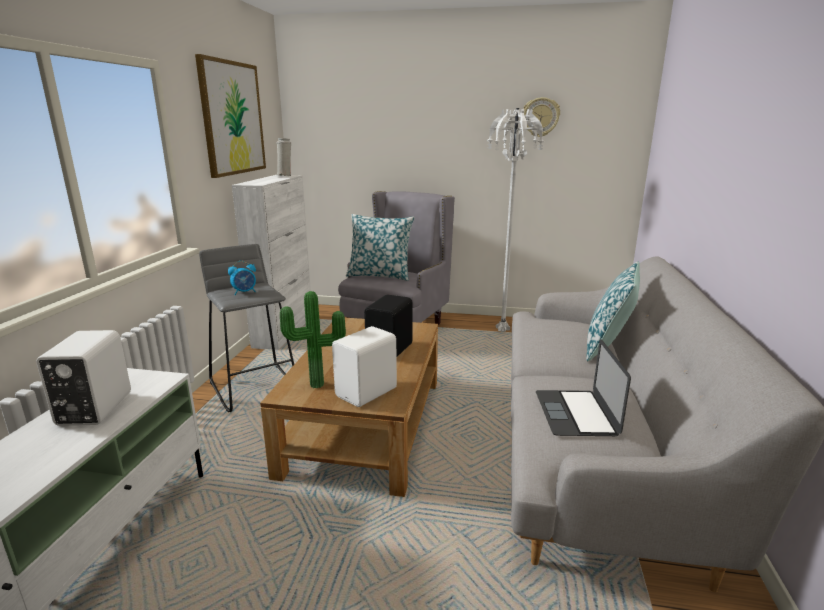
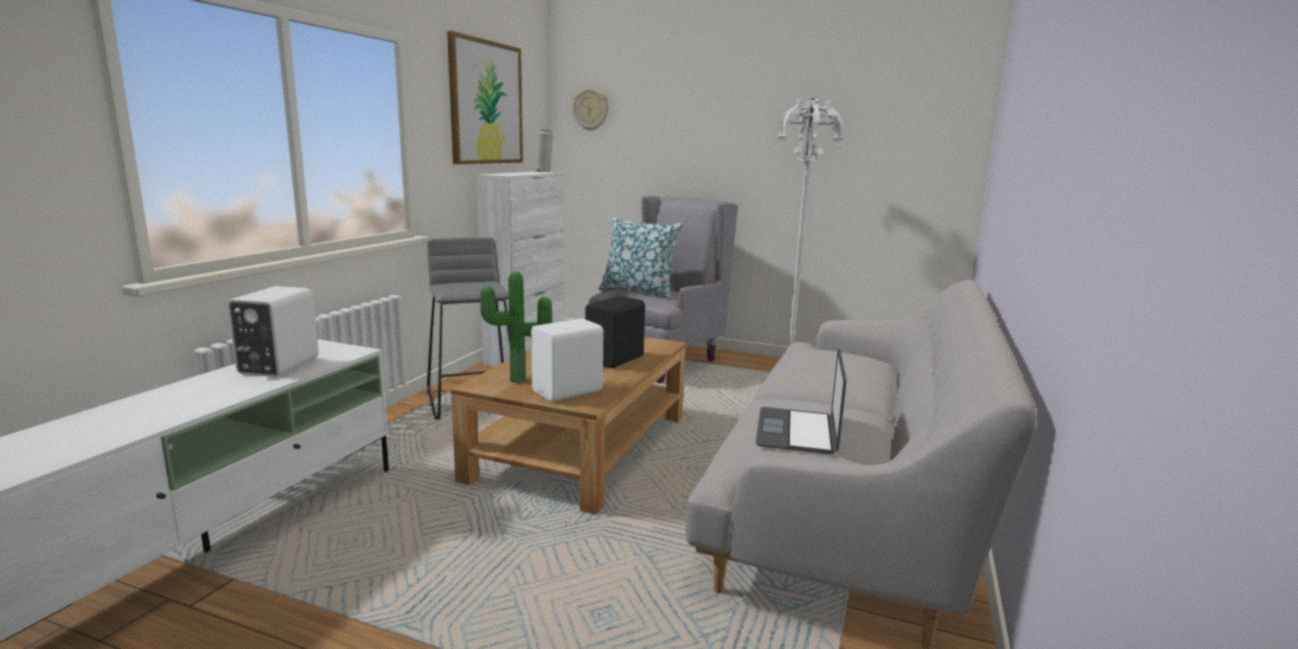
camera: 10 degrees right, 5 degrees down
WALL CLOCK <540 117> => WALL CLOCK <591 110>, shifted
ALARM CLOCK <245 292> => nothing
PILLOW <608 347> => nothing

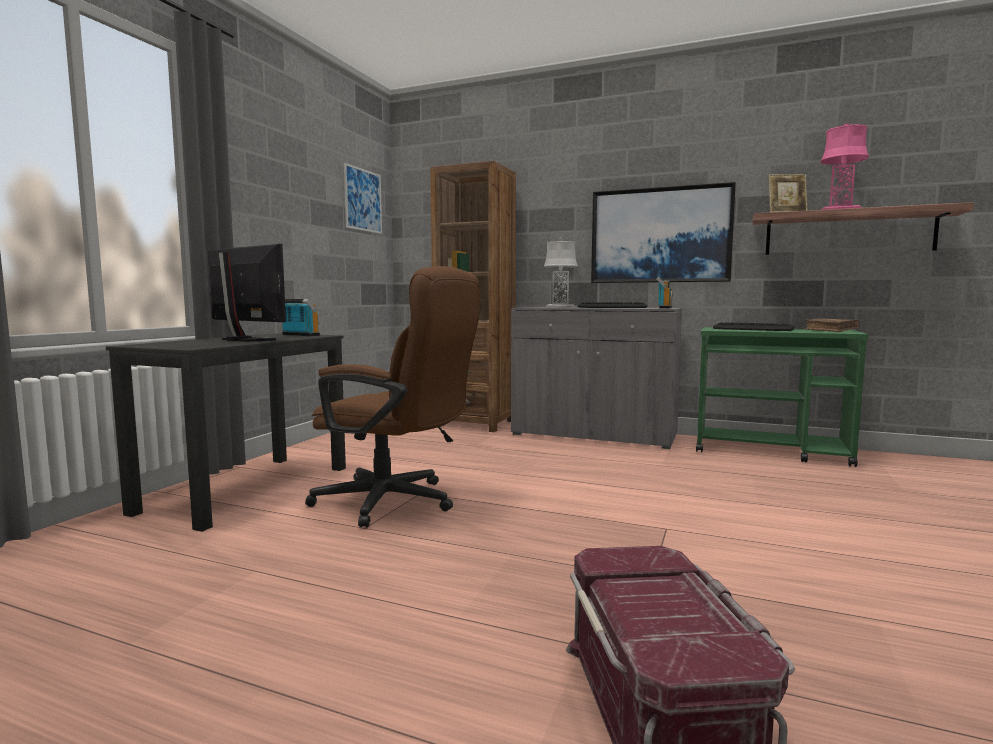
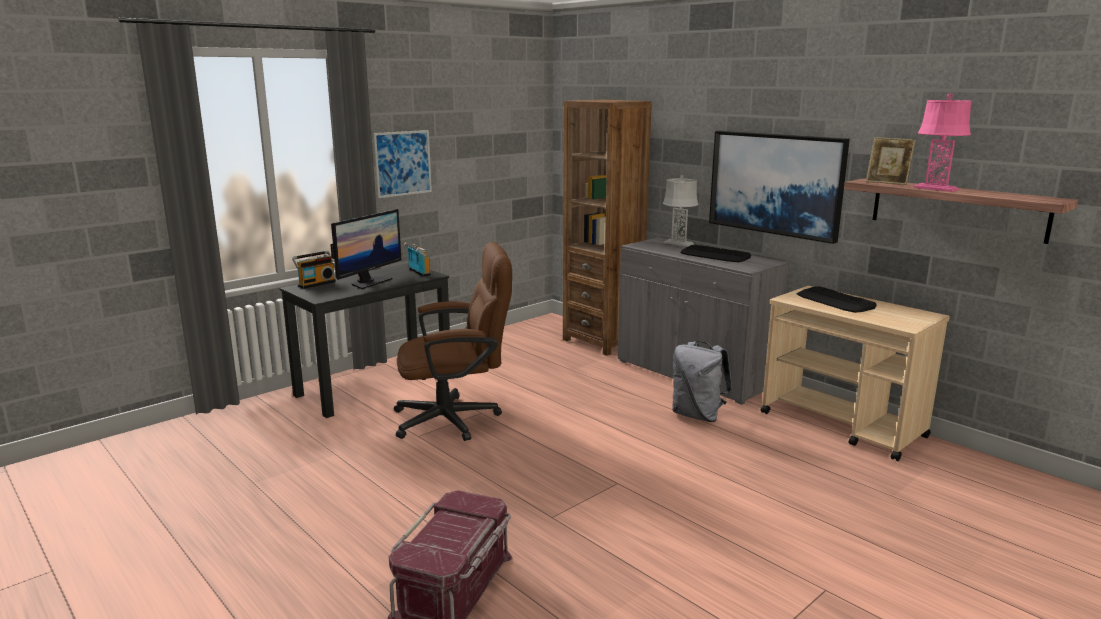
camera: 25 degrees right, 10 degrees up
PICTURE <363 200> => PICTURE <403 163>, shifted
MONITOR <244 340> => MONITOR <369 282>, 60 degrees clockwise
BROWN OFFICE CHAIR <397 503> => BROWN OFFICE CHAIR <456 419>, 60 degrees counterclockwise
RADIO <663 308> => RADIO <316 283>, shifted
BROWN BOOK <830 331> => nothing
GREEN CART <771 451> => BEIGE CART <843 425>
nothing => GREY BACKPACK <698 415>

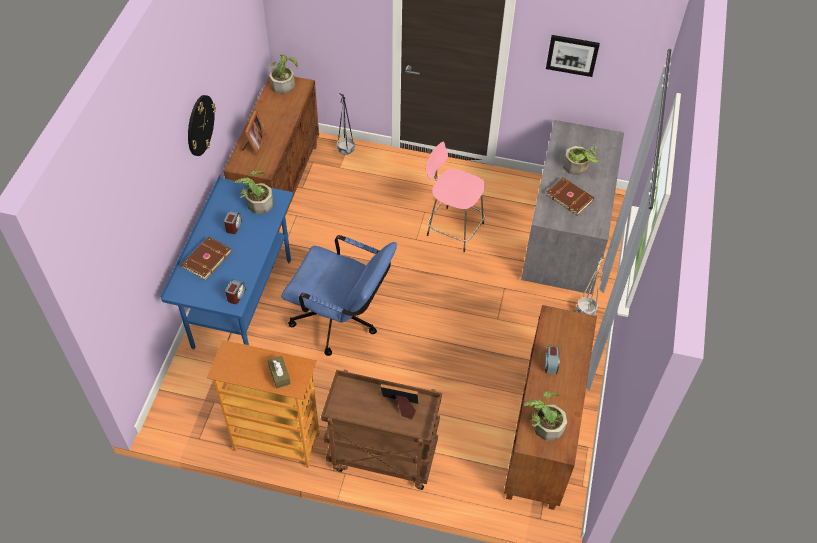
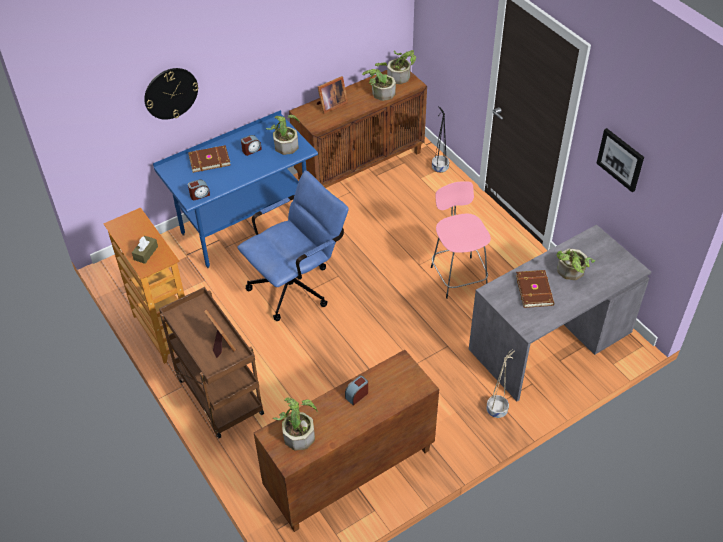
camera: 45 degrees right, 5 degrees down
WALL CLOCK <200 125> => WALL CLOCK <171 93>, shifted
BLUE OFFICE CHAIR <342 321> => BLUE OFFICE CHAIR <297 285>, 105 degrees counterclockwise
nothing => POTTED PLANT <380 92>

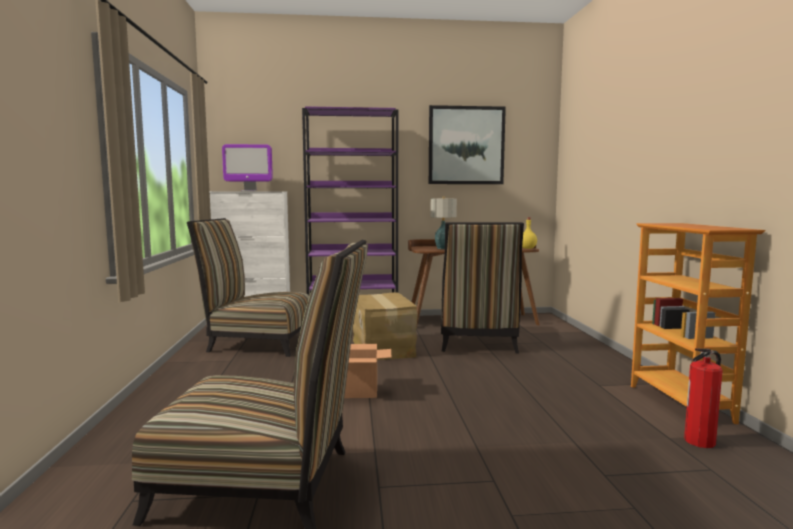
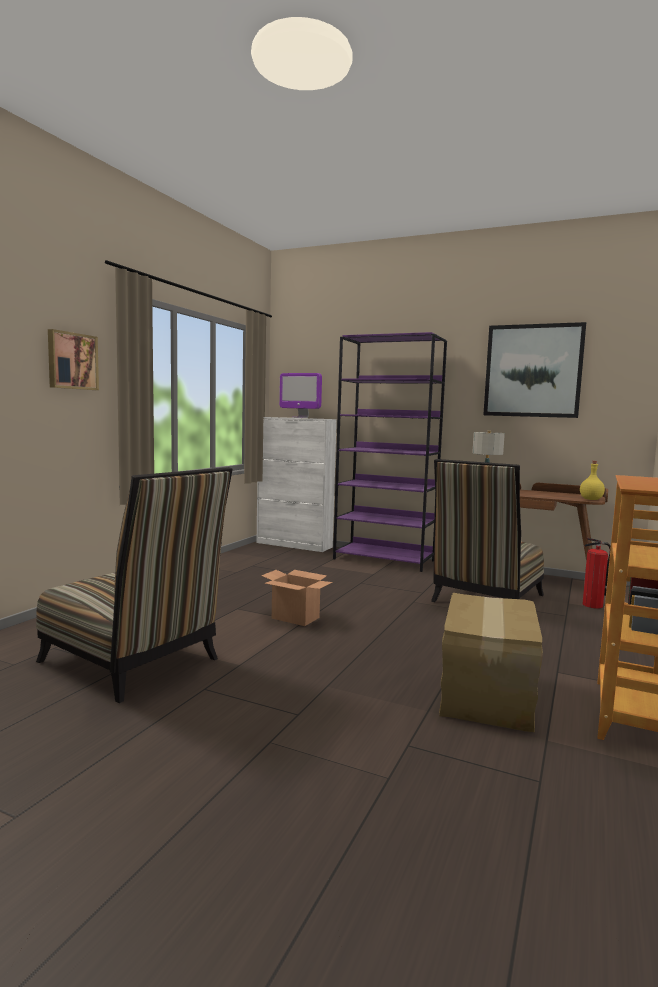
camera: 30 degrees right, 0 degrees up
CHAIR <256 343> => nothing
CARDBOARD BOX <383 348> => CARDBOARD BOX <488 694>, shifted
FIRE EXTINGUISHER <700 441> => FIRE EXTINGUISHER <593 605>, shifted
nothing => PICTURE <72 361>

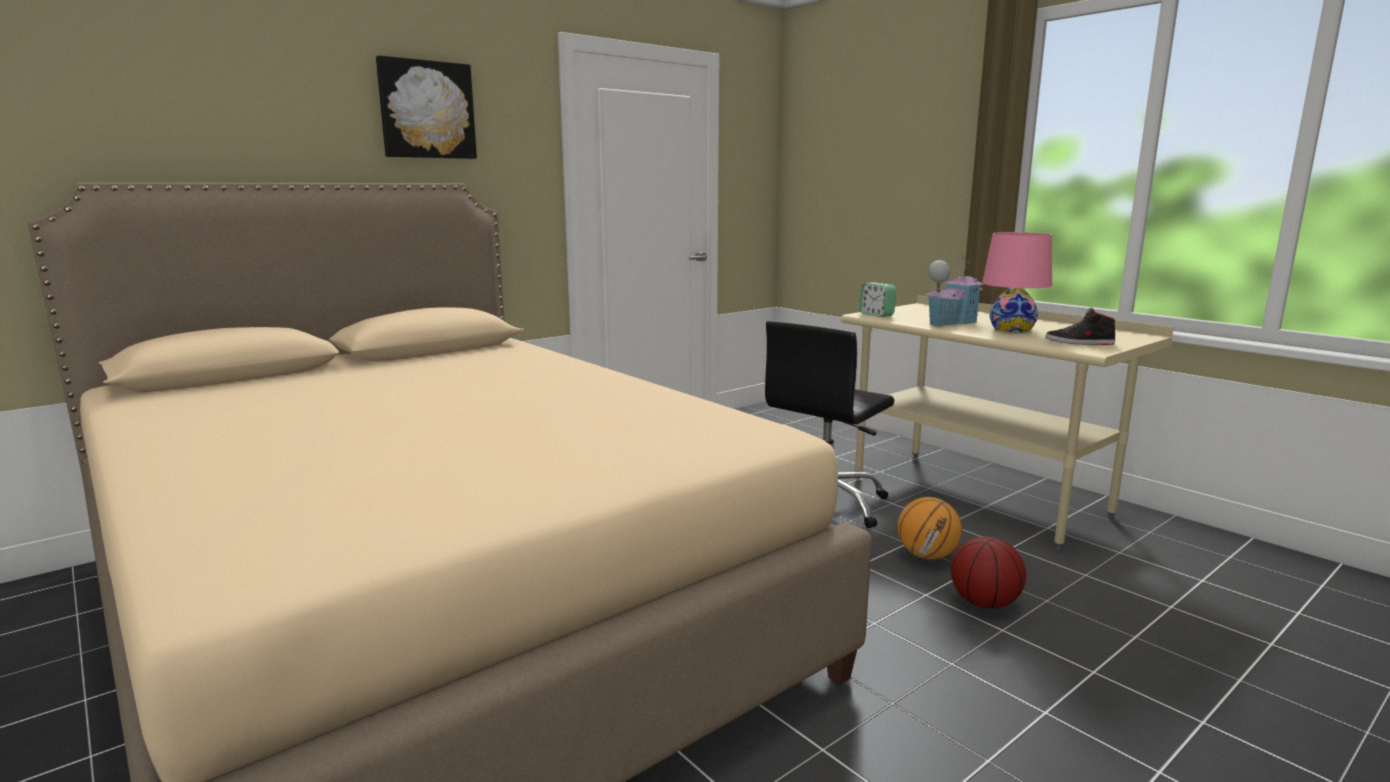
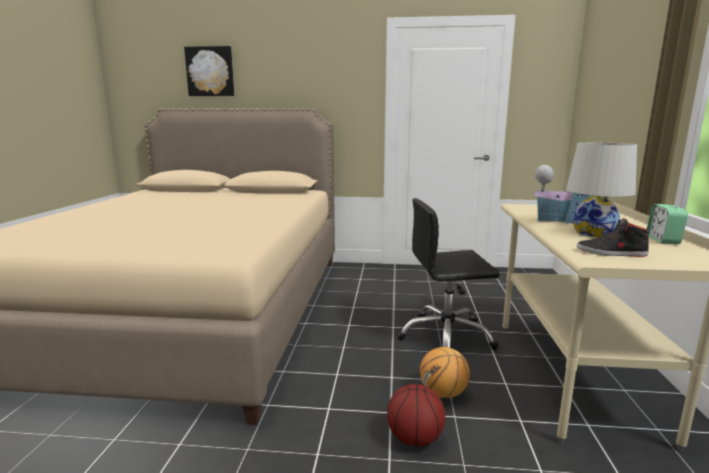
camera: 45 degrees right, 0 degrees up
PICTURE <426 110> => PICTURE <210 71>, shifted
PINK TABLE LAMP <1011 329> => WHITE TABLE LAMP <593 233>
ALARM CLOCK <876 314> => ALARM CLOCK <663 240>, shifted
BLACK SHOE <1079 342> => BLACK SHOE <611 253>, 45 degrees counterclockwise

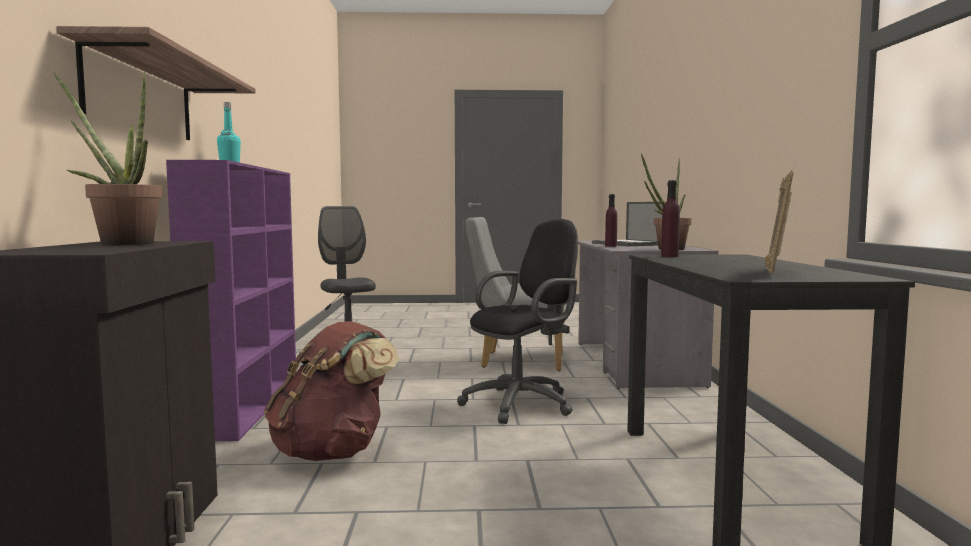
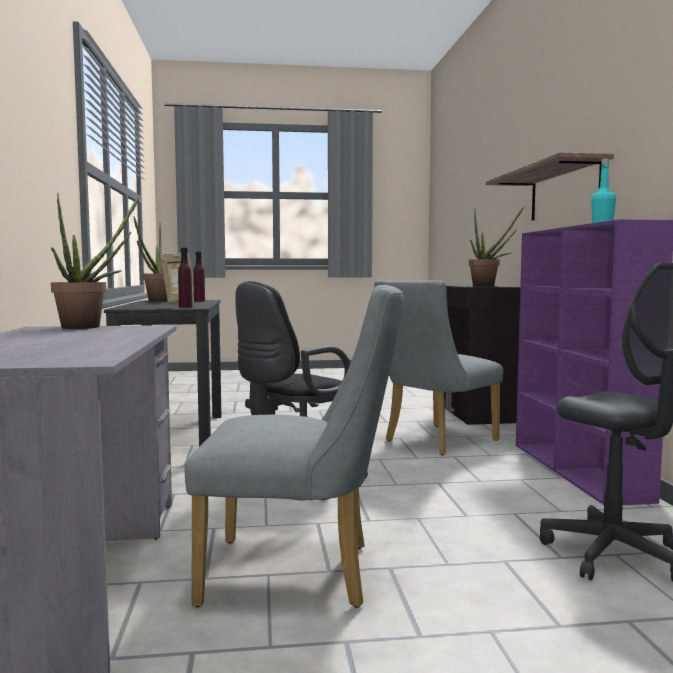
camera: 175 degrees right, 0 degrees up
PURPLE BOTTLE <610 246> => PURPLE BOTTLE <199 301>, shifted
LAPTOP <628 244> => nothing
BROWN BACKPACK <333 452> => GREY CHAIR <435 441>
nothing => POTTED PLANT <156 301>

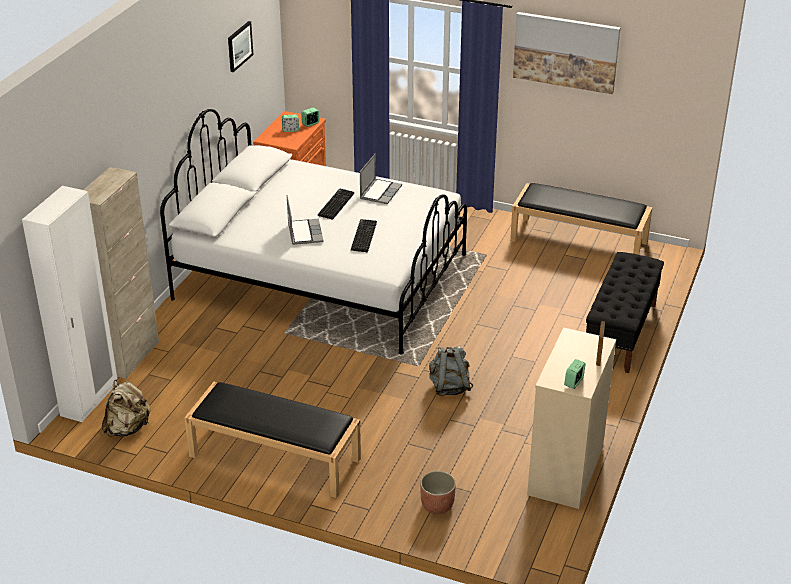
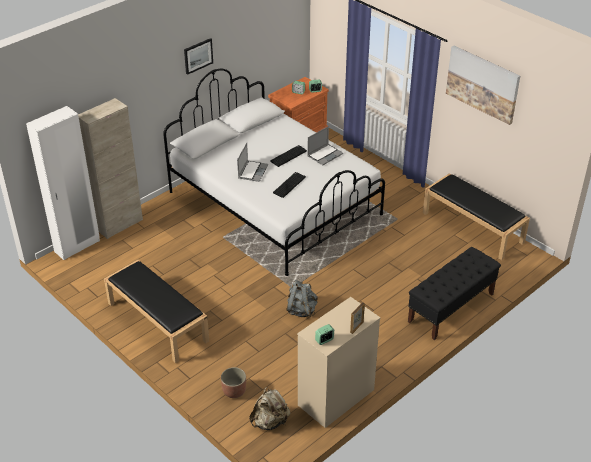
camera: 25 degrees right, 5 degrees up
PICTURE <239 46> => PICTURE <198 56>, shifted
BEIGE BACKPACK <127 428> => BEIGE BACKPACK <270 422>, shifted

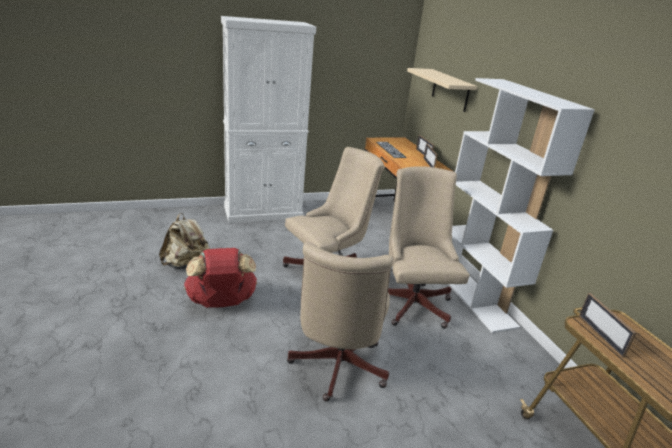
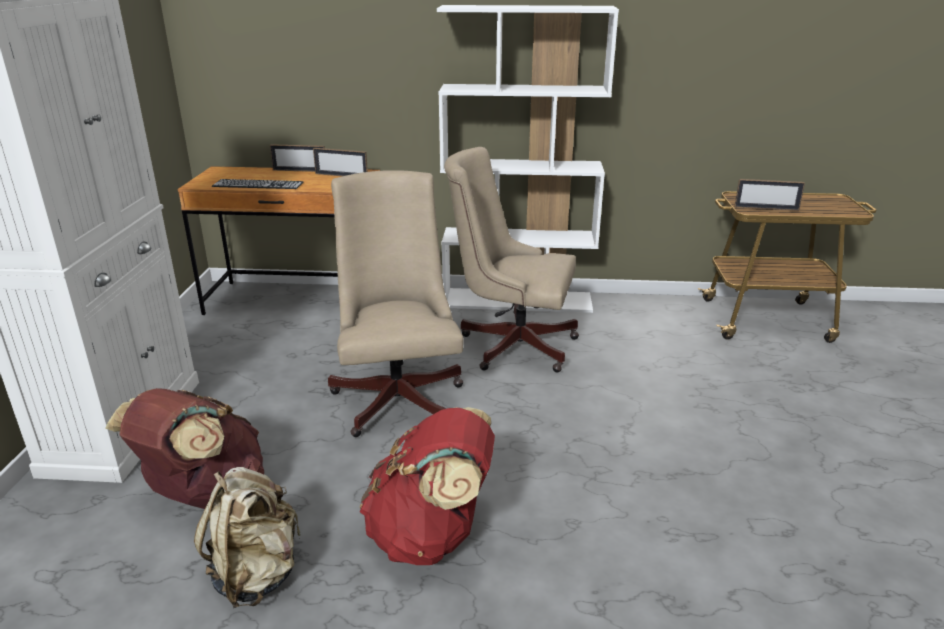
camera: 65 degrees left, 0 degrees up
BEIGE SHELF <450 90> => nothing
BEIGE OFFICE CHAIR <336 369> => nothing
nothing => BROWN BACKPACK <204 494>

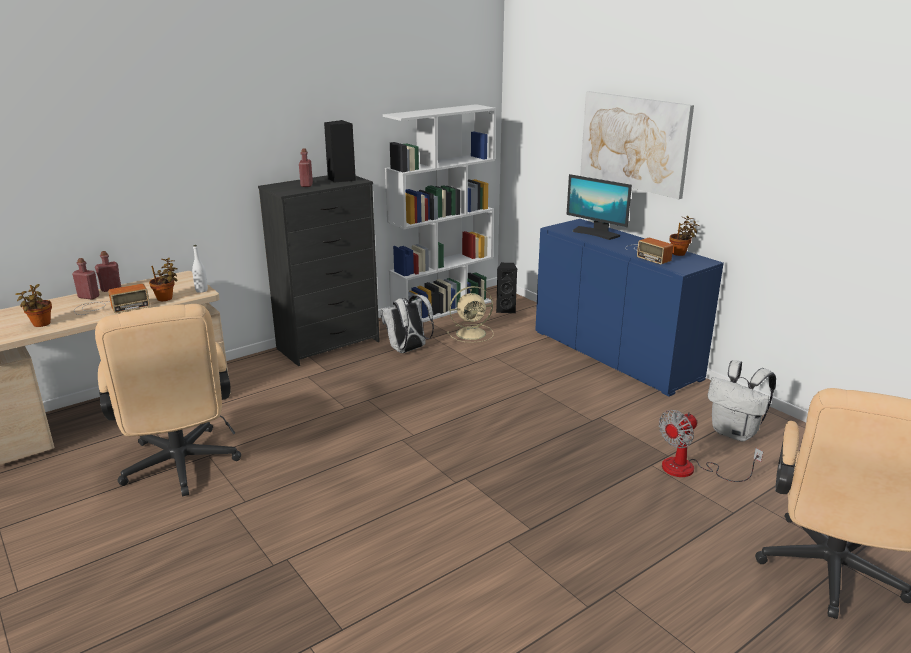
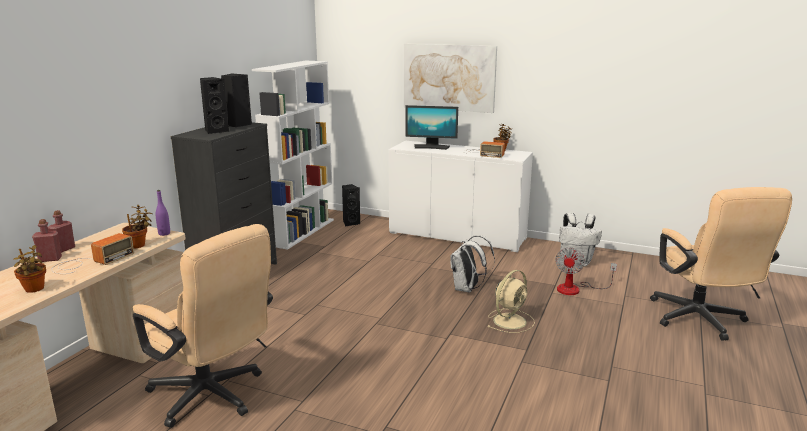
camera: 30 degrees left, 5 degrees down
RED BOTTLE <306 185> => BLACK SPEAKER <215 131>
BLUE CABINET <614 354> => WHITE CABINET <457 235>
WHITE BOTTLE <201 290> => PURPLE BOTTLE <164 233>
BEIGE FAN <472 333> => BEIGE FAN <510 320>, shifted
WHITE BACKPACK <408 350> => WHITE BACKPACK <467 289>, shifted

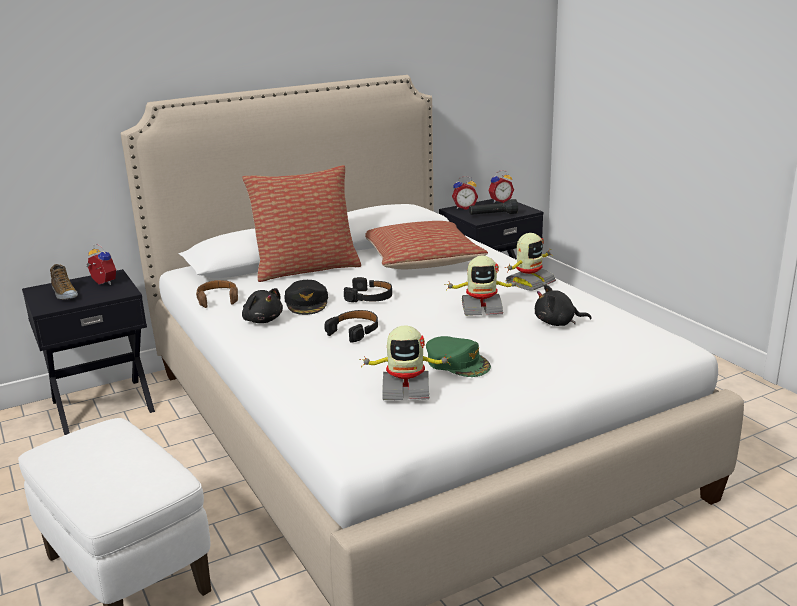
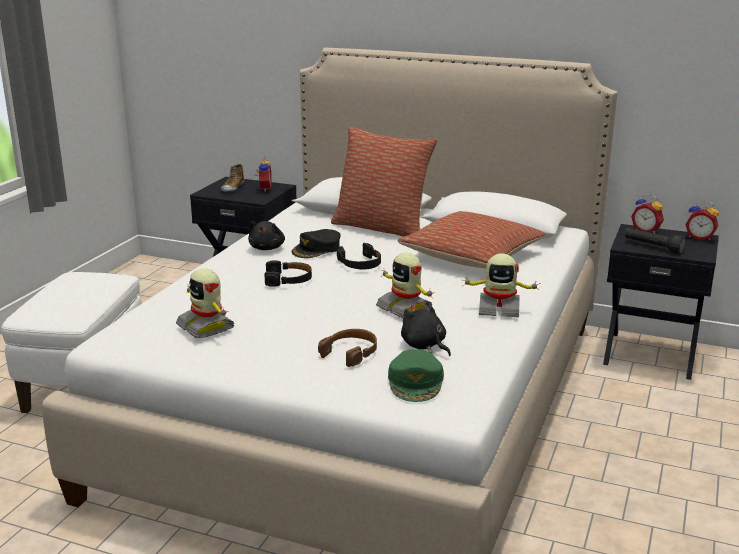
camera: 50 degrees right, 0 degrees up
BROWN HEADPHONES <217 298> => BROWN HEADPHONES <350 352>, shifted
GREEN CAP <458 363> => GREEN CAP <416 382>, shifted

